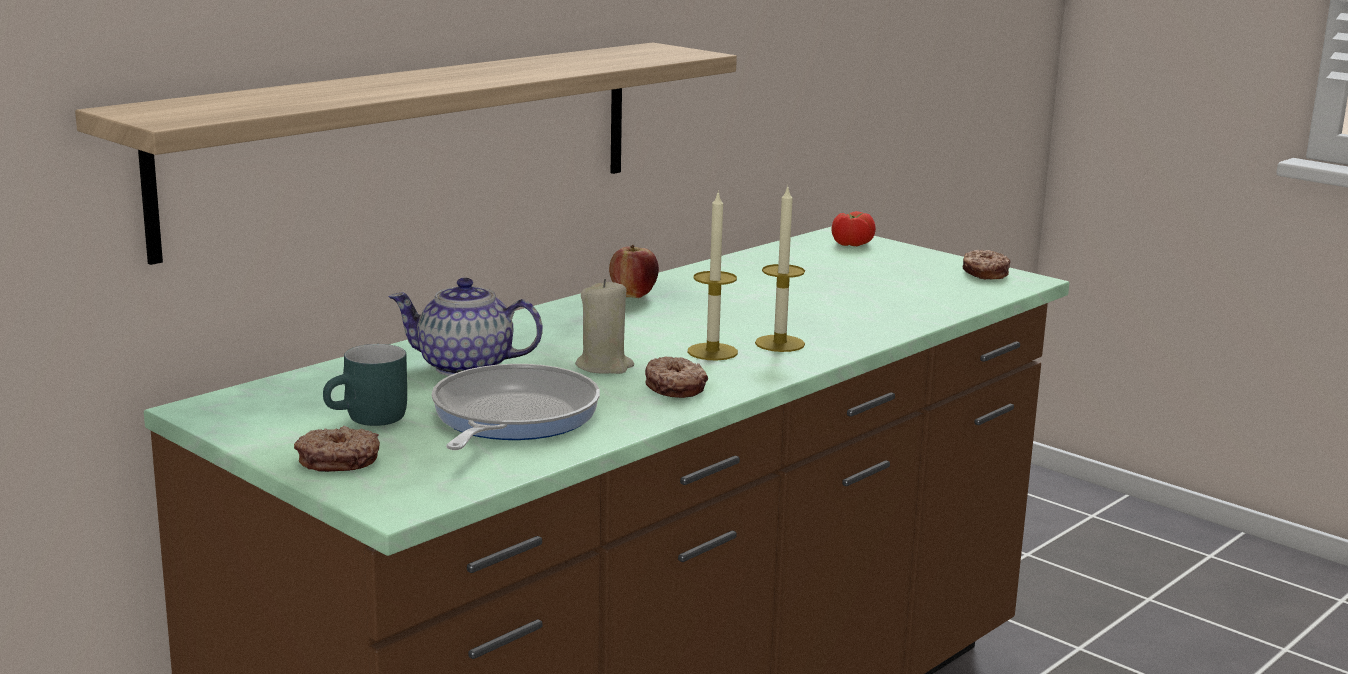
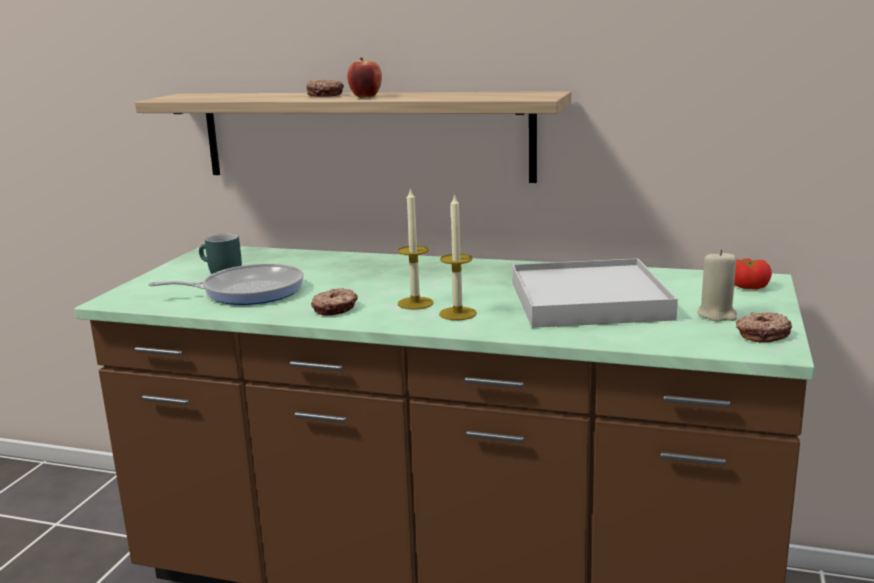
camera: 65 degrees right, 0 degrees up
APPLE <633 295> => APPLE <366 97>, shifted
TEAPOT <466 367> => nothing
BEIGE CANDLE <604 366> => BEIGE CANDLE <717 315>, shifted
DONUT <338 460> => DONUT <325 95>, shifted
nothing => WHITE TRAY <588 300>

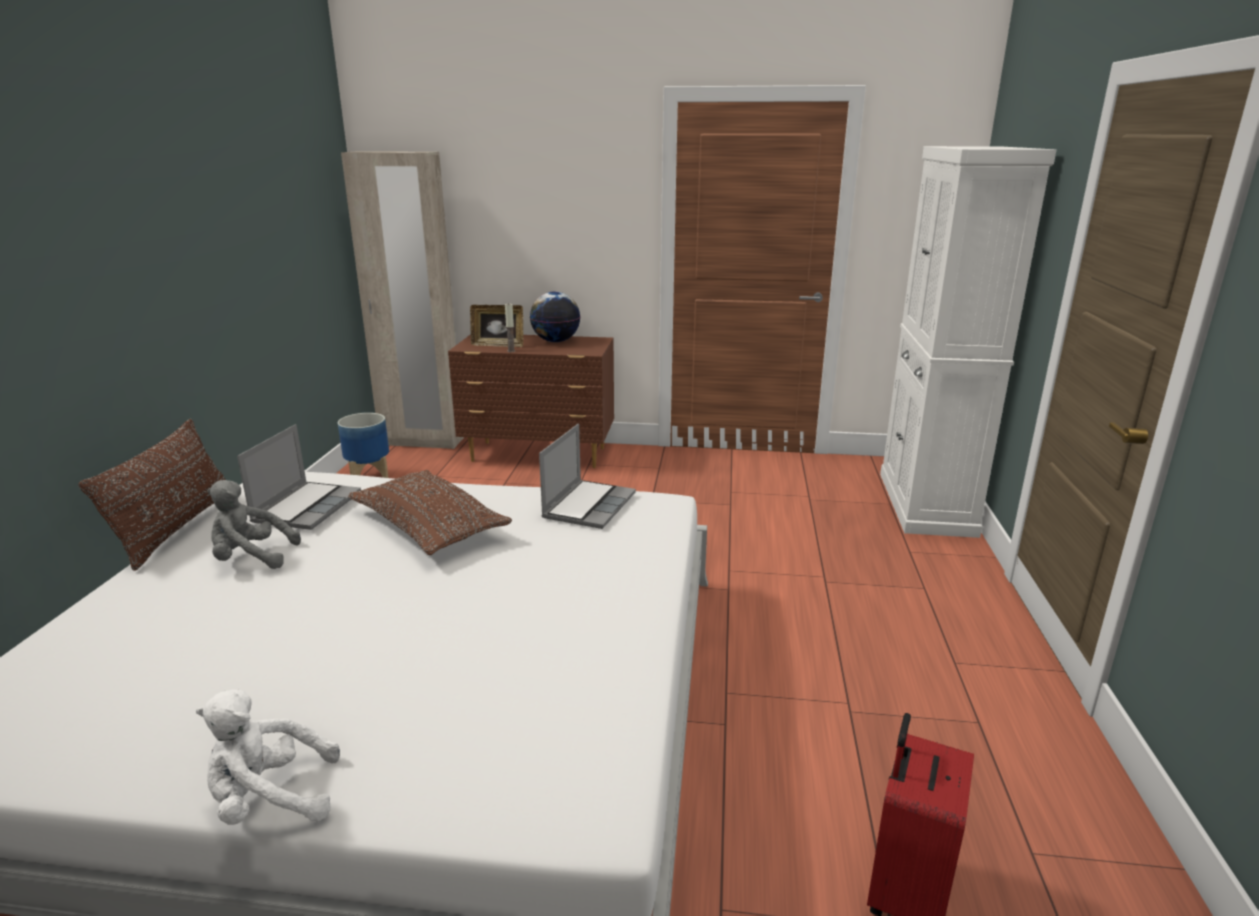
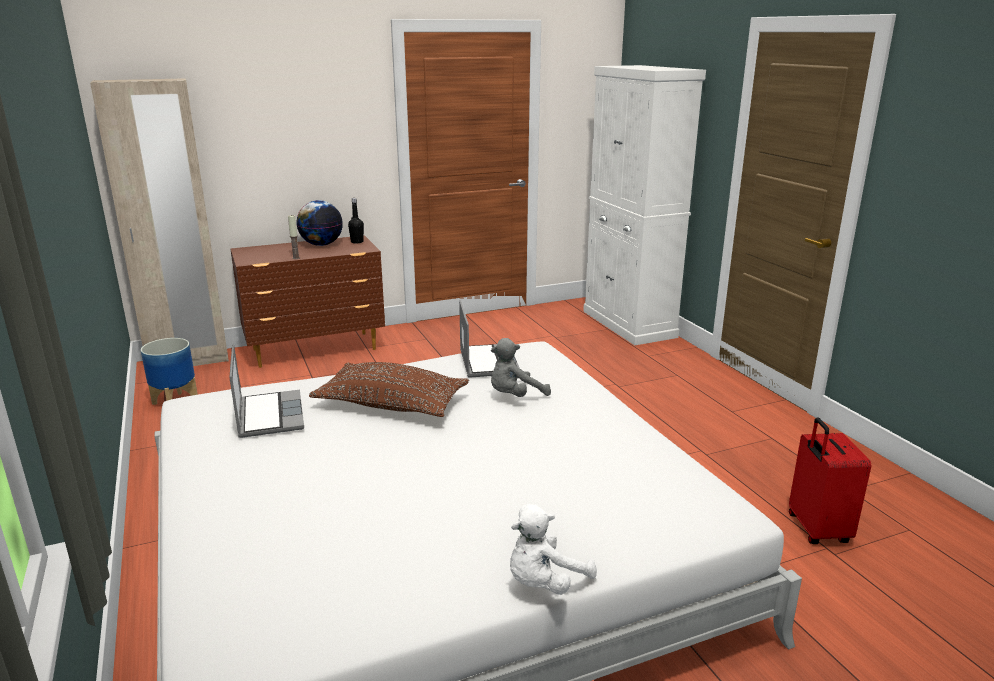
camera: 30 degrees left, 0 degrees up
PICTURE FRAME <498 345> => nothing
BROWN PILLOW <177 528> => nothing
GREY PLUSH TOY <251 558> => GREY PLUSH TOY <515 396>, shifted
nothing => BLACK BOTTLE <357 242>

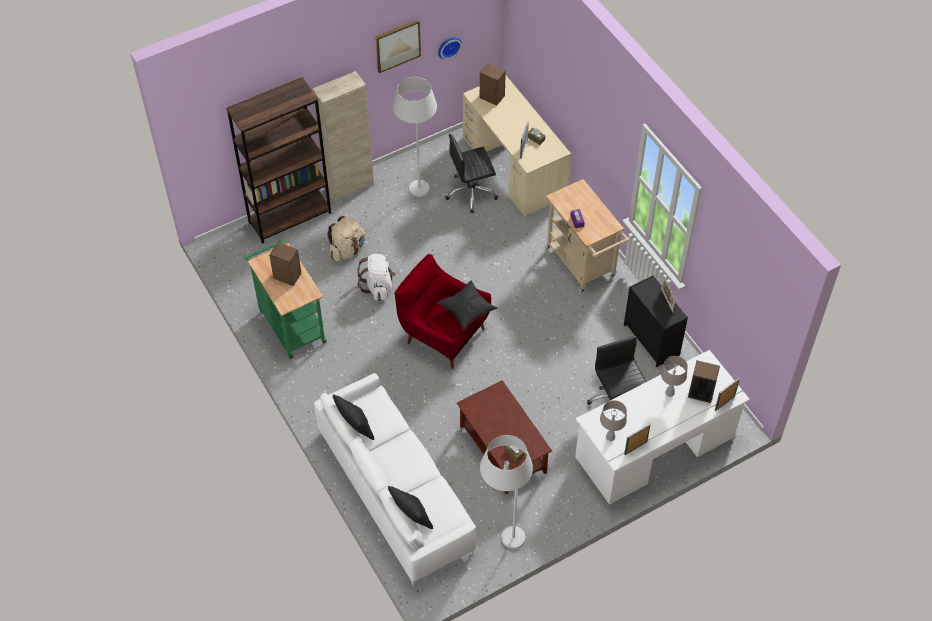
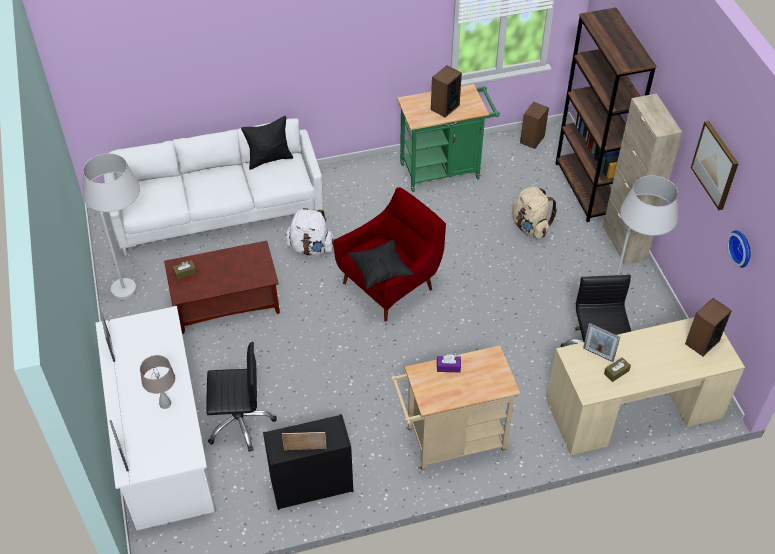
camera: 105 degrees right, 5 degrees down
WHITE BACKPACK <378 286> => WHITE BACKPACK <311 248>, shifted
SPEAKER <701 392> => SPEAKER <532 139>, shifted
BEIGE TABLE LAMP <610 437> => nothing
BLACK PILLOW <411 518> => nothing

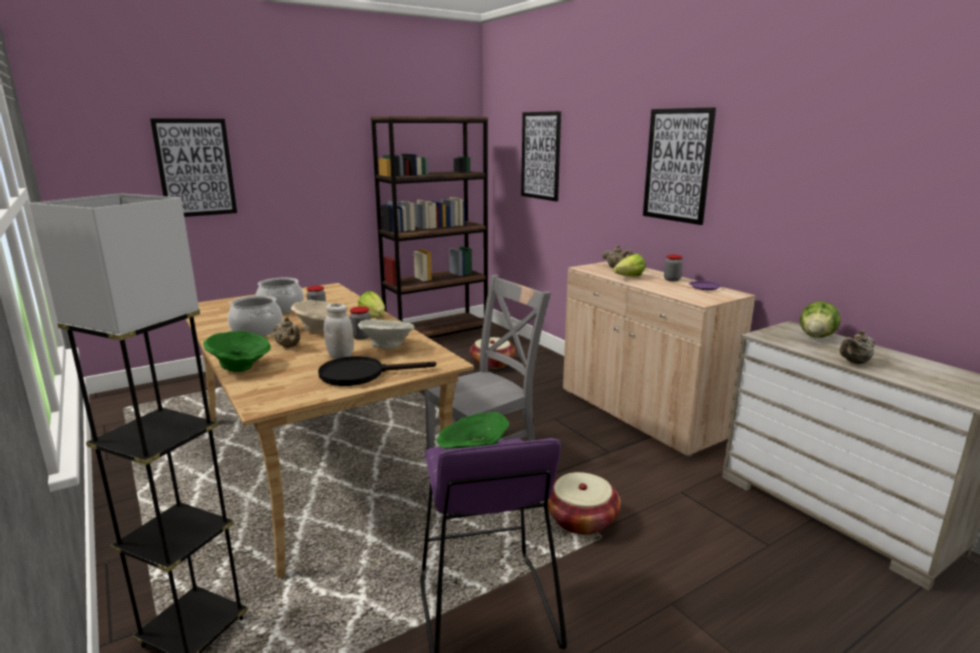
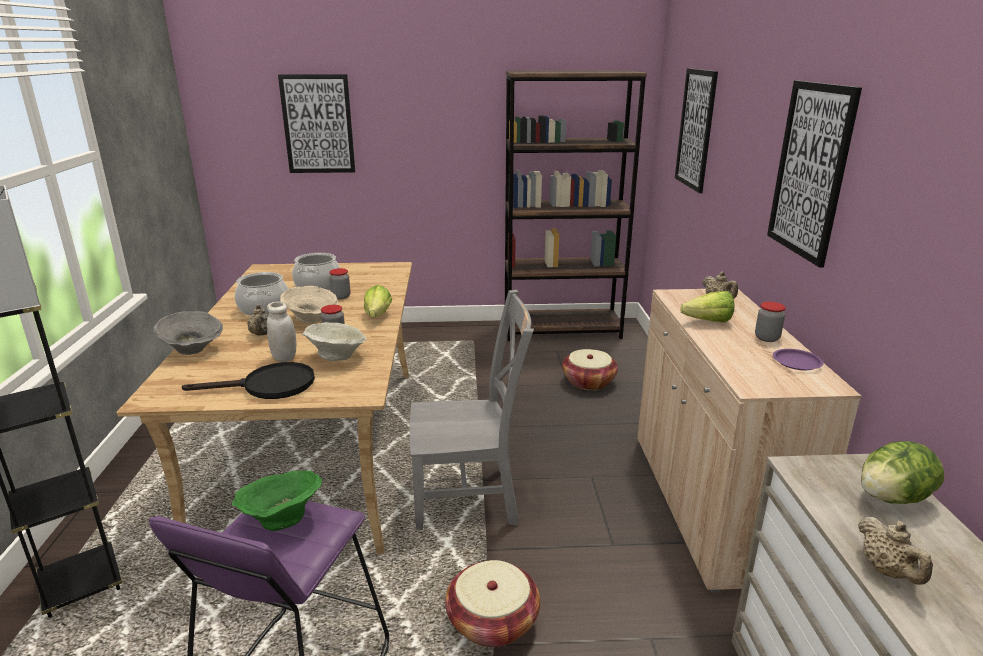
camera: 30 degrees right, 5 degrees up
BEIGE TEAPOT <854 362> => BEIGE TEAPOT <887 571>, 105 degrees counterclockwise
GREEN BOWL <240 368> => GREY BOWL <193 350>
BLACK FRYING PAN <361 374> => BLACK FRYING PAN <269 386>, 150 degrees clockwise

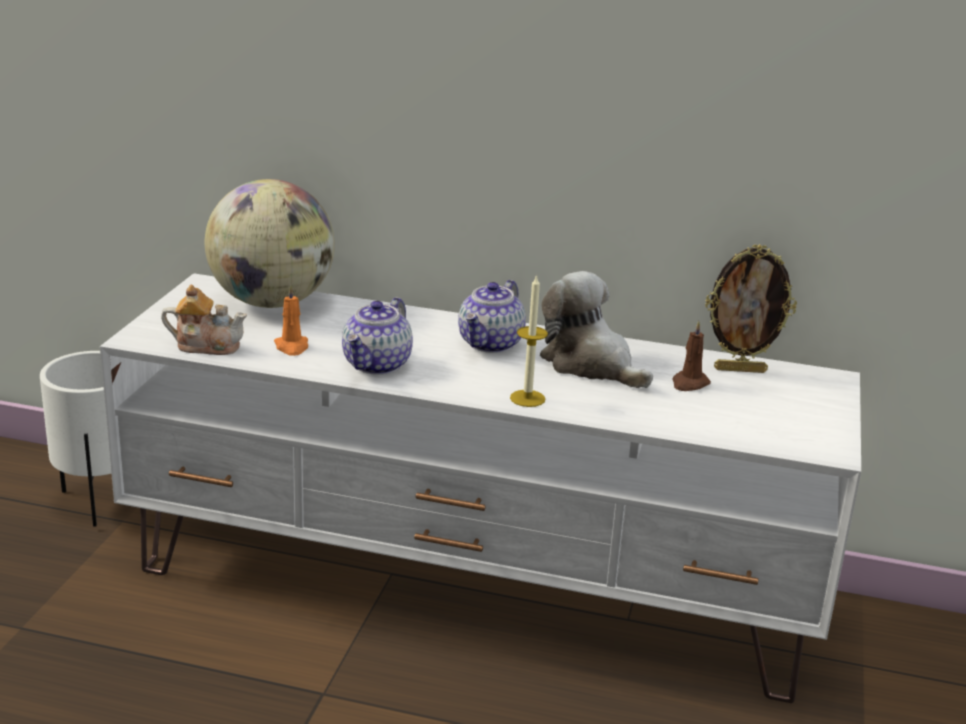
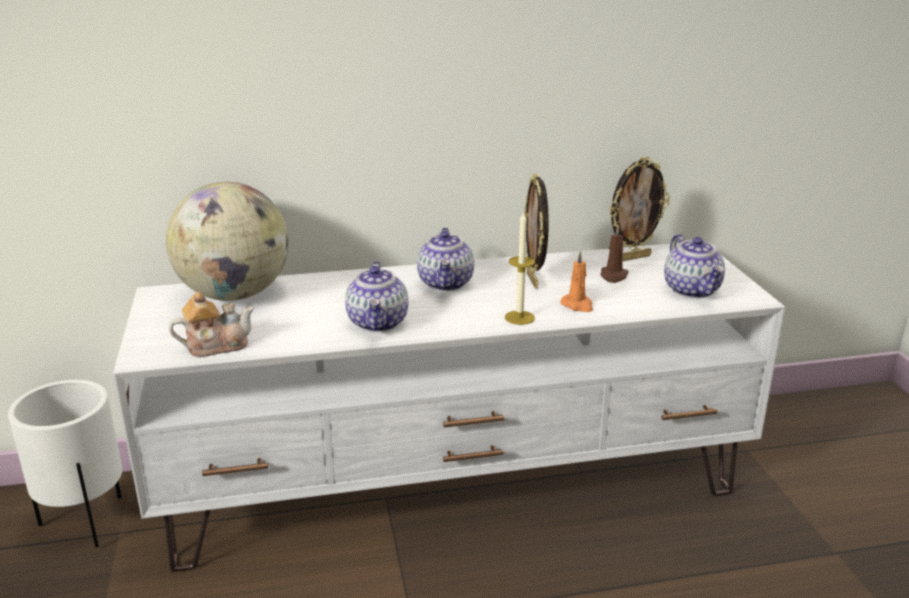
camera: 25 degrees left, 0 degrees up
PLUSH TOY <590 365> => PICTURE FRAME <534 280>
ORANGE CANDLE <292 347> => ORANGE CANDLE <577 305>, shifted
nothing => TEAPOT <692 290>

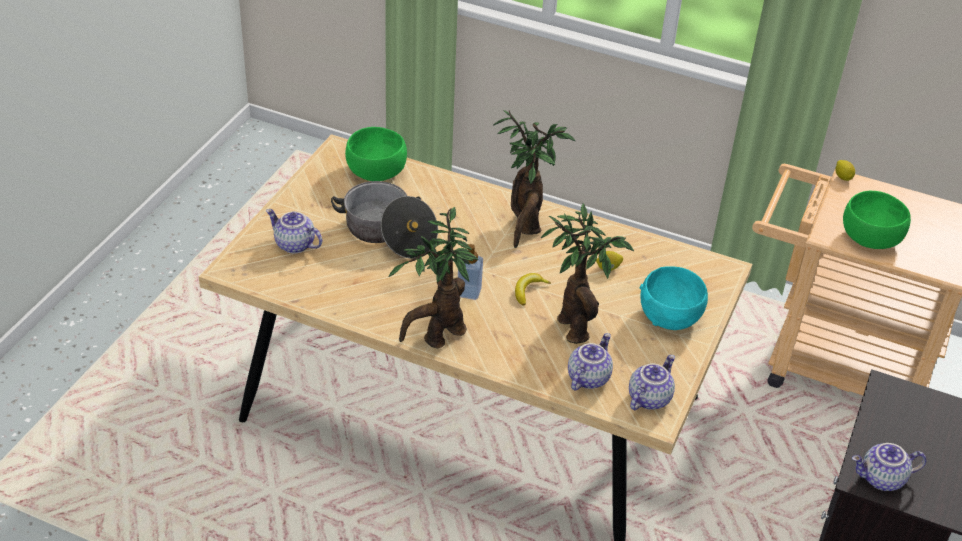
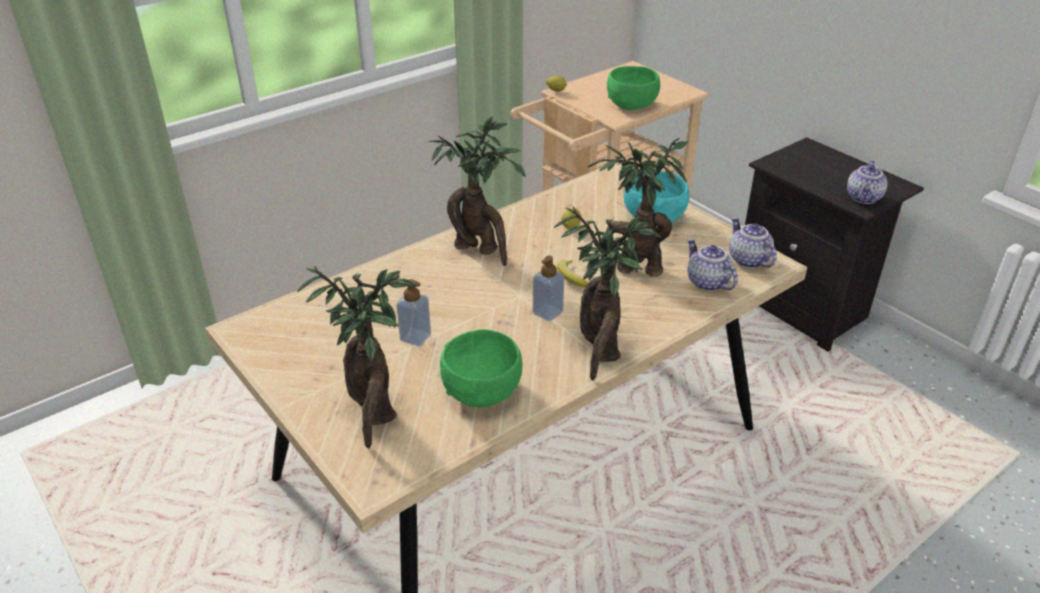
camera: 60 degrees left, 5 degrees down
GREEN BOWL <377 172> => GREEN BOWL <482 391>, shifted
COOKING POT <388 233> => SOAP DISPENSER <415 337>
TEAPOT <294 245> => POTTED PLANT <374 414>

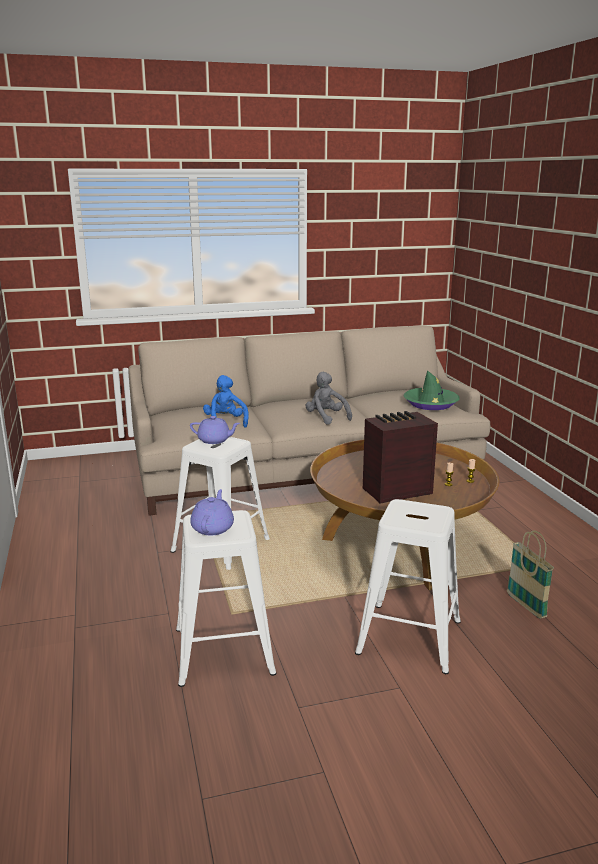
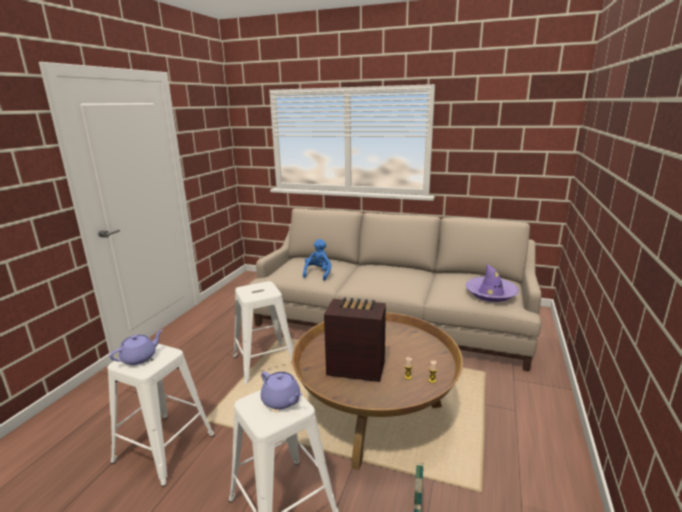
camera: 35 degrees right, 0 degrees up
GREEN HAT <430 404> => PURPLE HAT <491 293>
GREY PLUSH TOY <326 418> => nothing
PURPLE TEAPOT <215 440> => PURPLE TEAPOT <281 401>, shifted

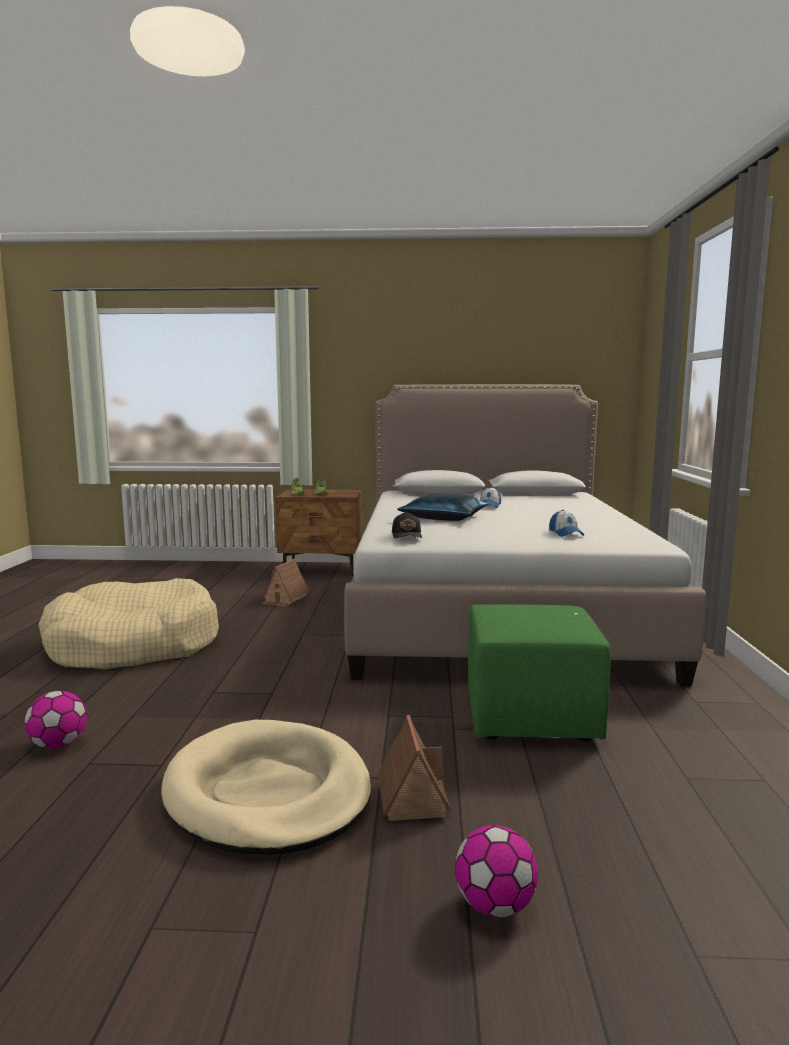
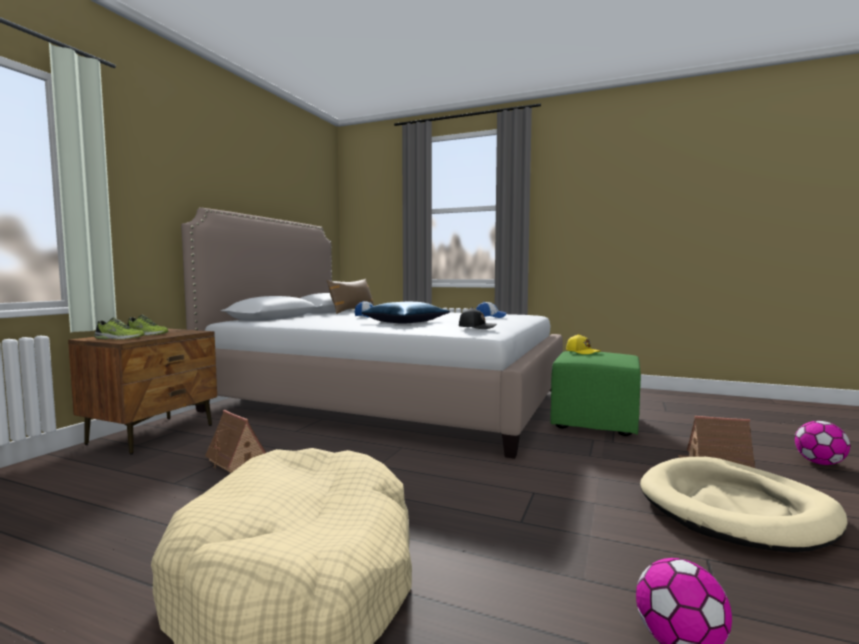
camera: 70 degrees left, 5 degrees down
nothing => BROWN PILLOW <352 311>
nothing => YELLOW CAP <582 352>

